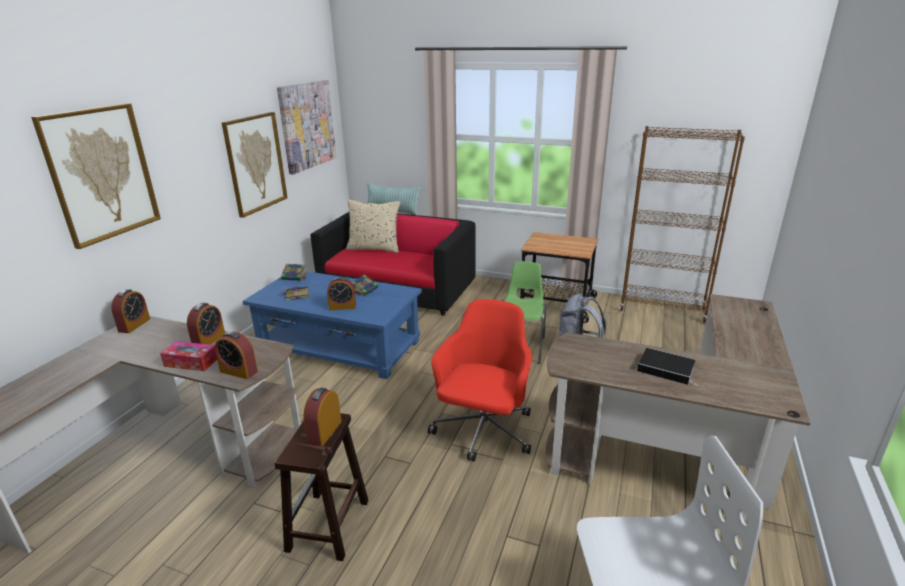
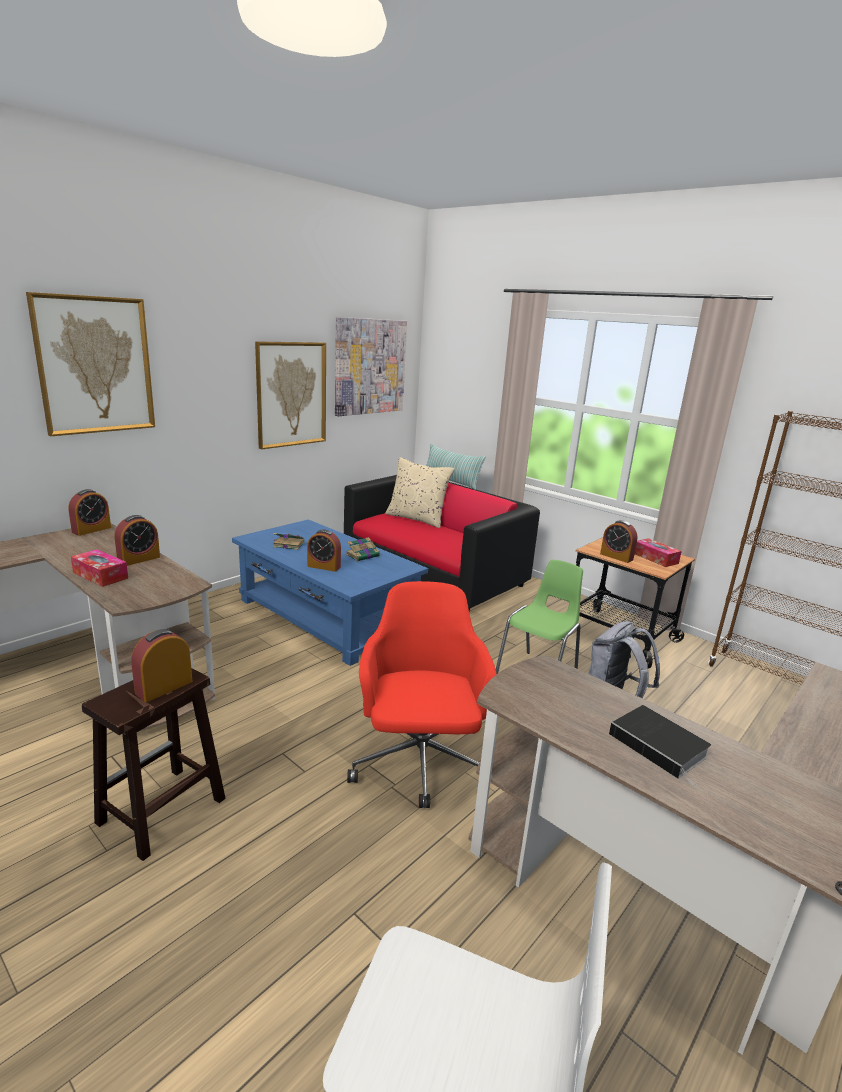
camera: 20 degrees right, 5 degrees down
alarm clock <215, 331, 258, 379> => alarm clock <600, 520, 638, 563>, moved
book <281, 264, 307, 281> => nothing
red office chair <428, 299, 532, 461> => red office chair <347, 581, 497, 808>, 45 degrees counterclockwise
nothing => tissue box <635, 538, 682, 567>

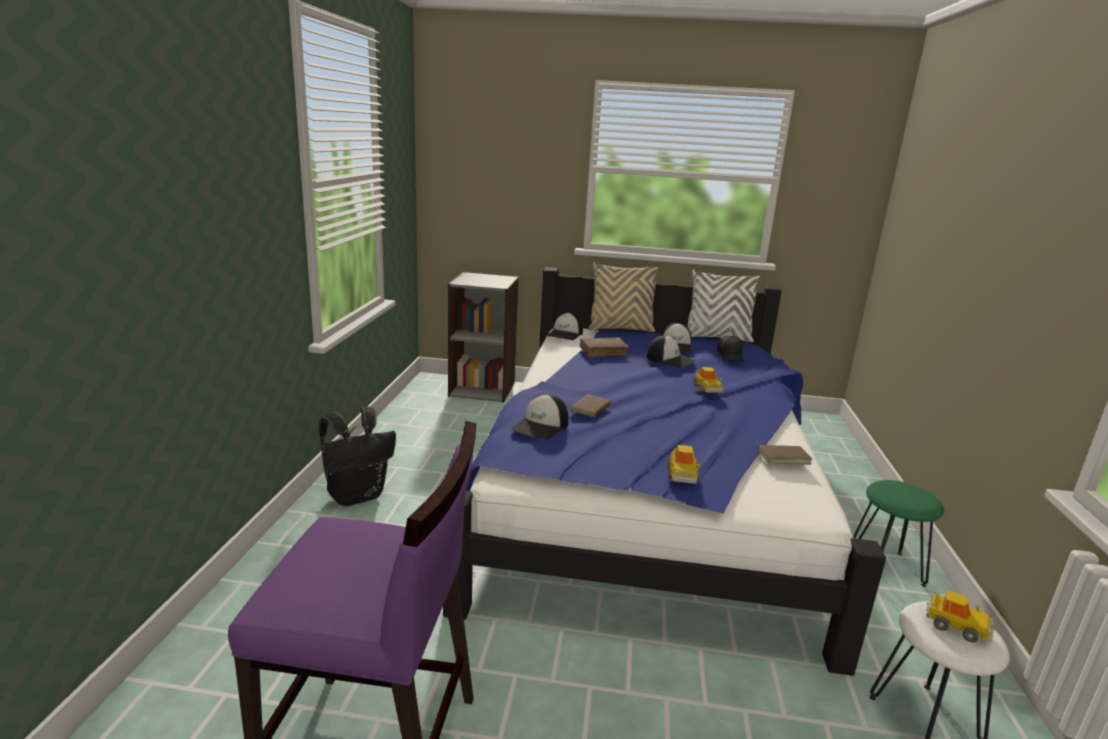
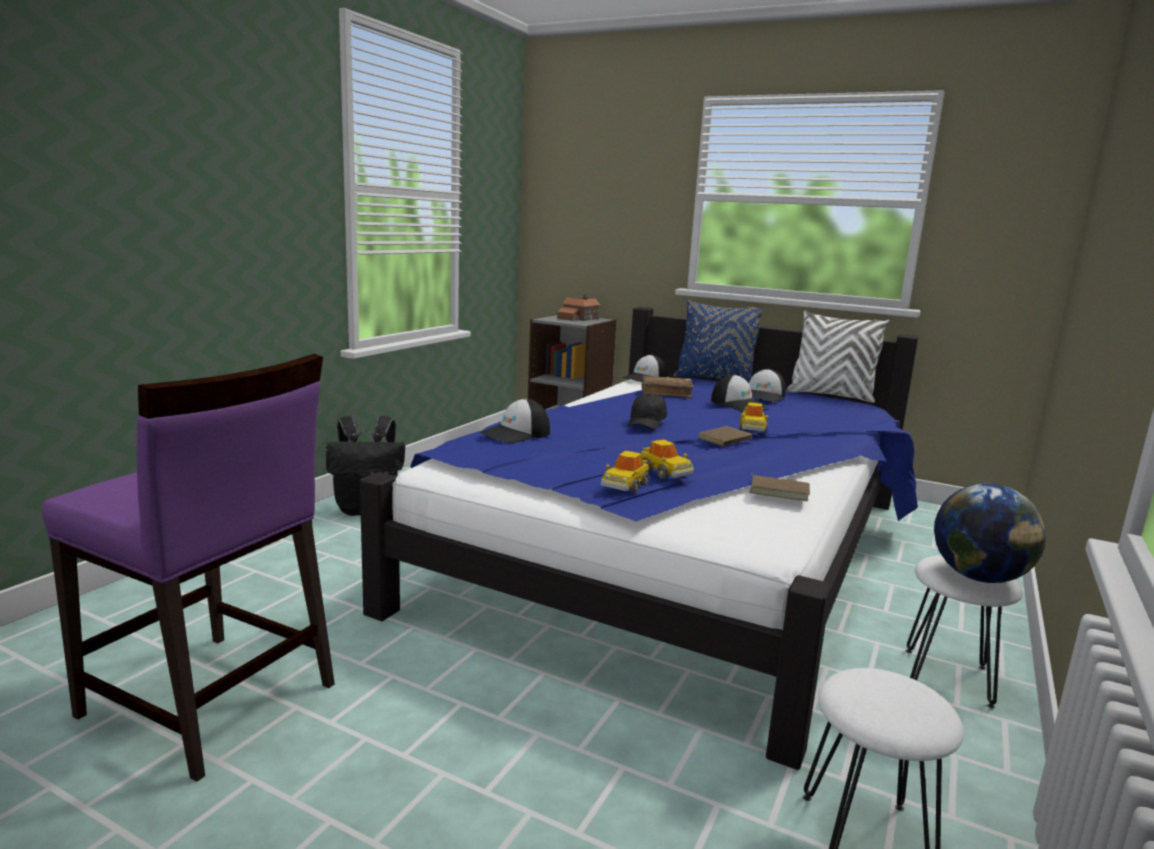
camera: 20 degrees right, 5 degrees down
brown book <570, 394, 619, 417> => brown book <698, 426, 761, 446>, moved
beige pillow <588, 262, 658, 332> => blue pillow <674, 300, 764, 383>
black cap <717, 335, 744, 362> => black cap <628, 394, 667, 430>, moved
green stool <853, 480, 944, 587> => white stool <906, 555, 1023, 708>
toy car <926, 590, 994, 643> => toy car <641, 440, 694, 479>, moved
nothing => toy house <557, 294, 601, 321>
nothing => globe <934, 483, 1046, 583>

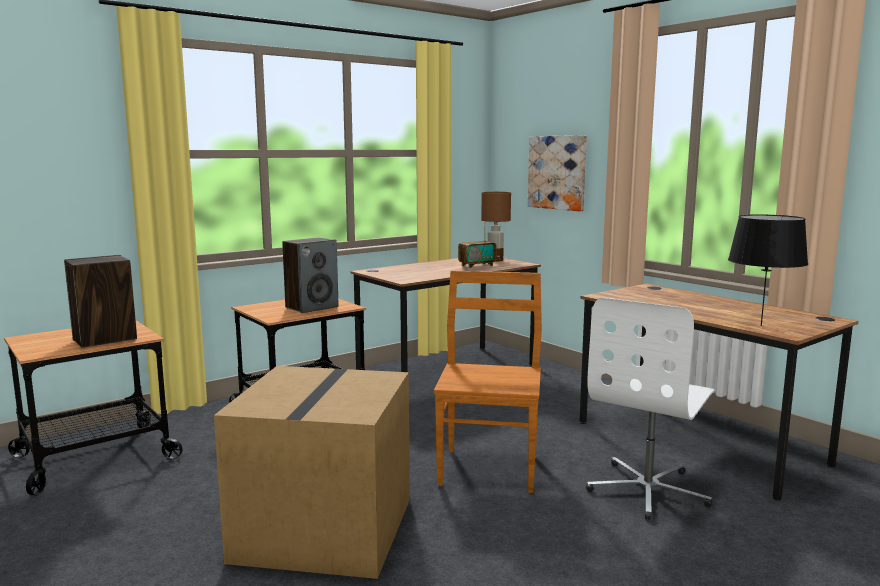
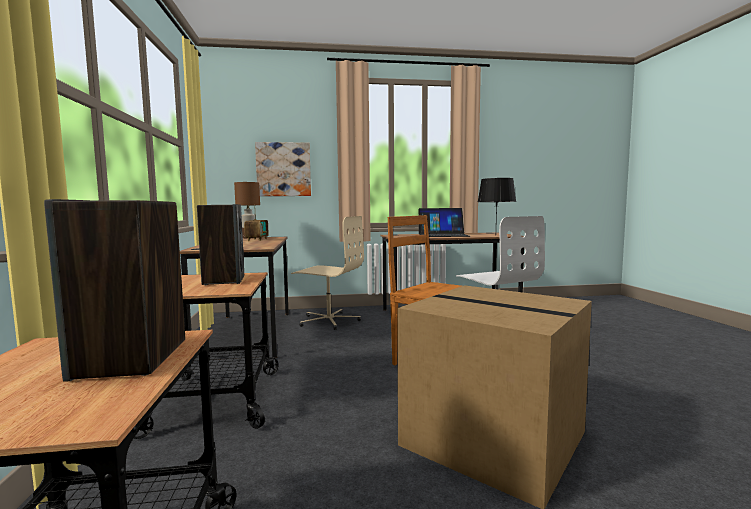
camera: 60 degrees left, 5 degrees down
nothing => beige office chair <291, 216, 364, 330>
nothing => laptop <418, 208, 470, 237>

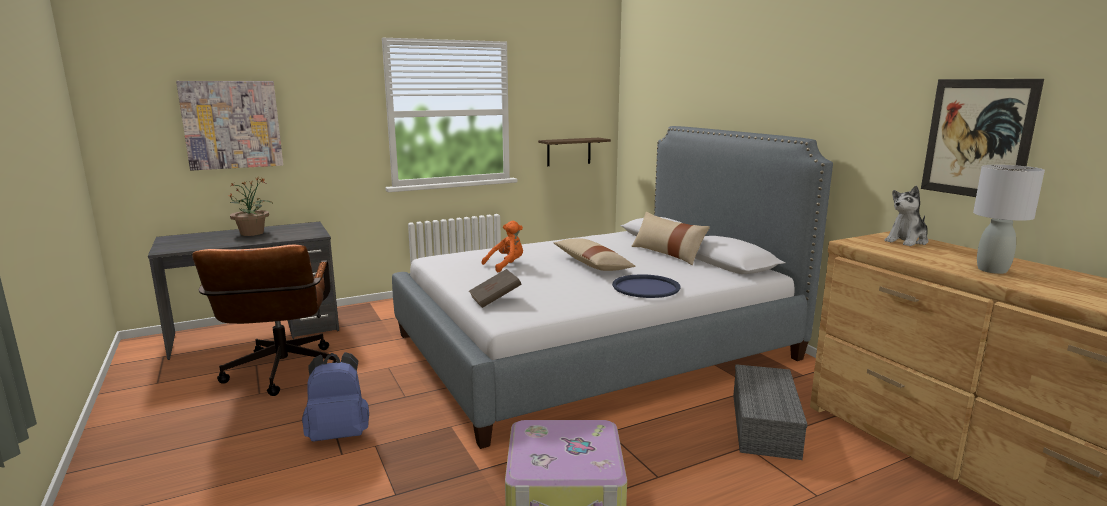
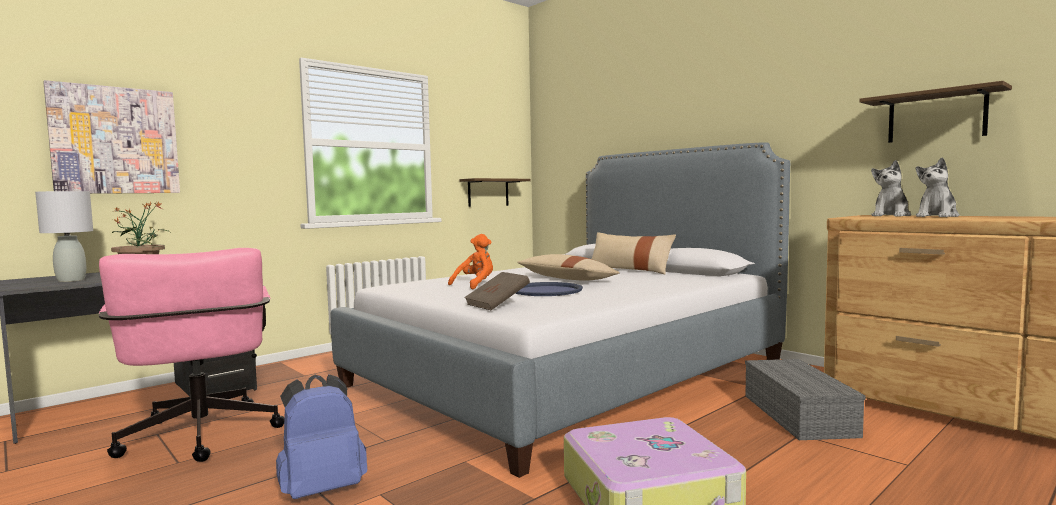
camera: 15 degrees left, 10 degrees down
brown office chair <192, 245, 337, 396> => pink office chair <99, 248, 285, 462>
blue tray <612, 274, 681, 298> => blue tray <515, 282, 583, 296>, moved
picture <921, 79, 1044, 197> => shelf <859, 81, 1012, 143>
grey table lamp <973, 165, 1045, 274> => grey table lamp <35, 191, 93, 282>, moved
nothing => plush toy <916, 158, 959, 217>

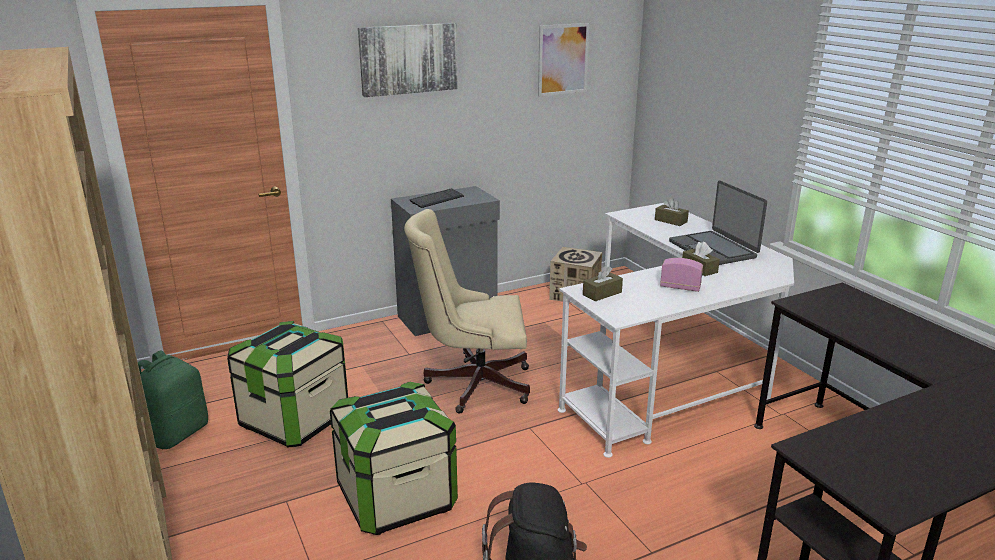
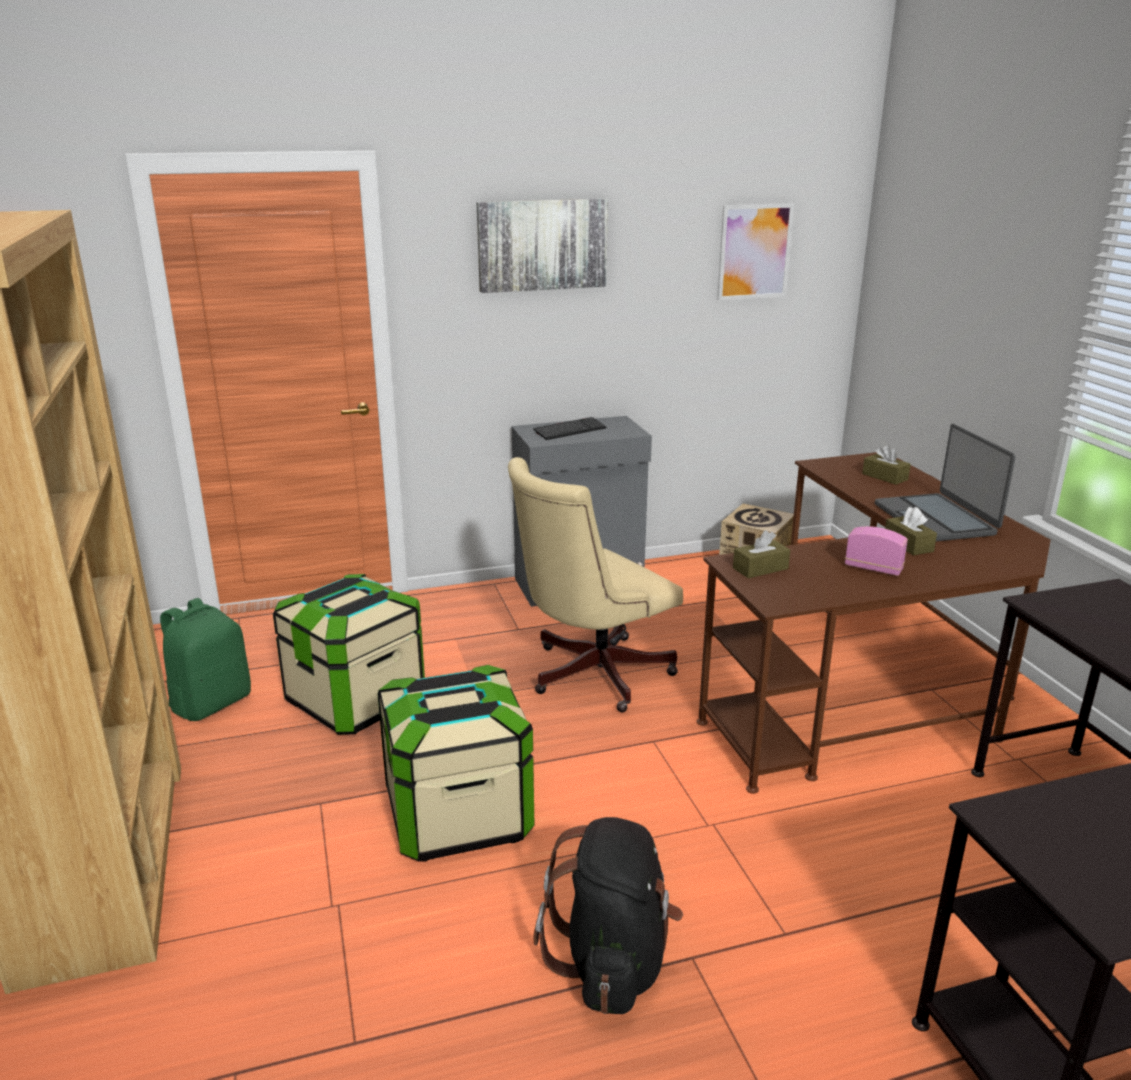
camera: 10 degrees right, 0 degrees up
beige office chair <404, 209, 530, 414> => beige office chair <508, 457, 683, 712>, 45 degrees counterclockwise
white desk <558, 203, 794, 458> => brown desk <696, 452, 1051, 794>

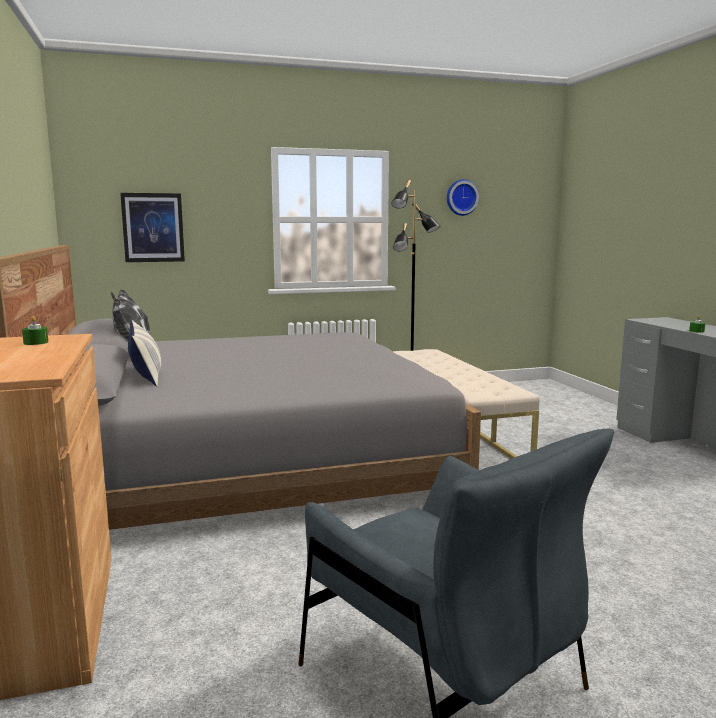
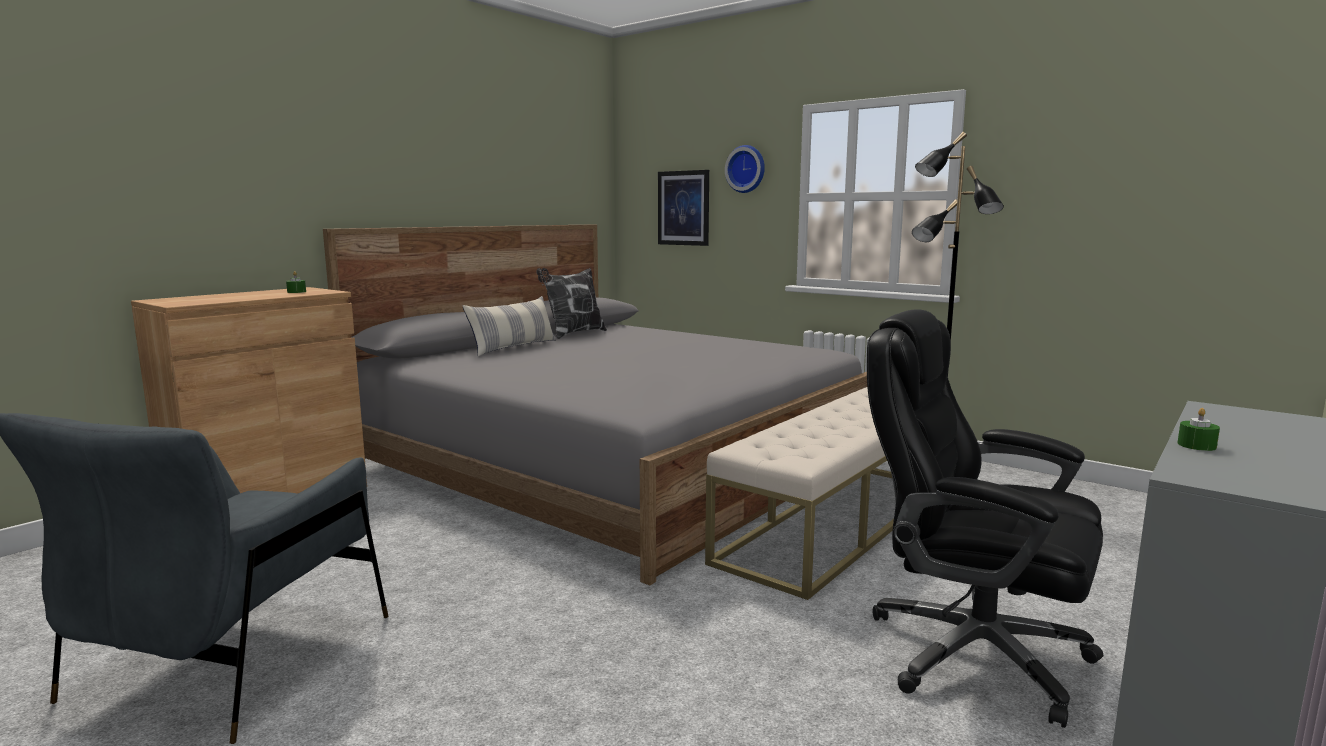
camera: 55 degrees right, 0 degrees up
wall clock <447, 179, 479, 216> => wall clock <725, 145, 765, 193>, moved
nothing => black office chair <867, 310, 1103, 728>

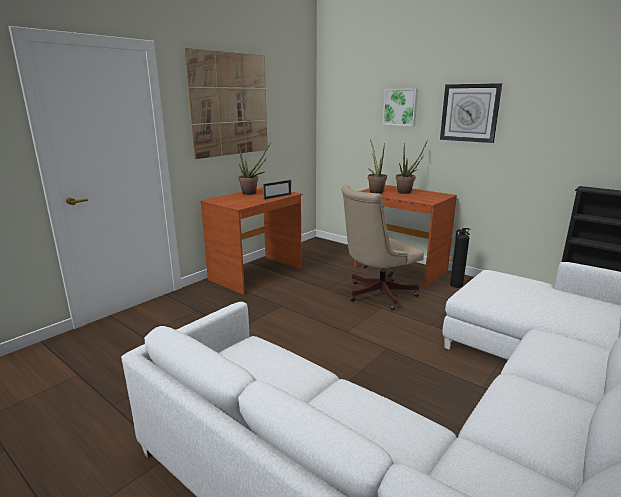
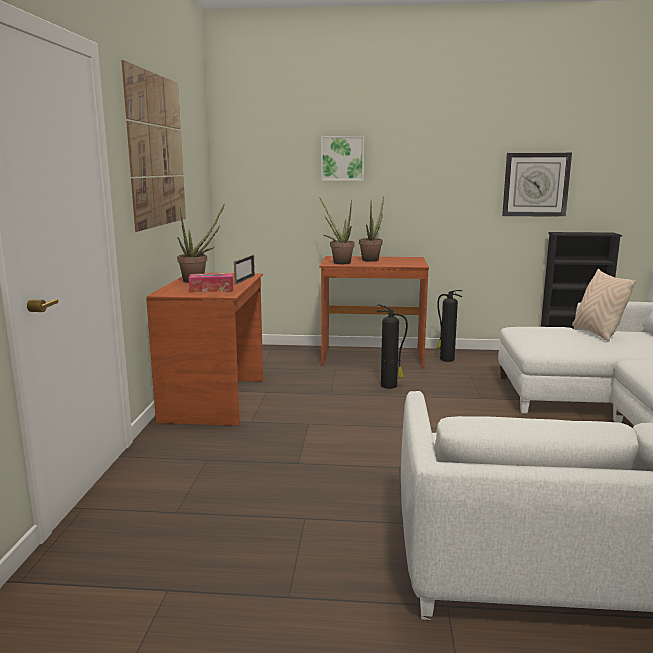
camera: 35 degrees left, 5 degrees down
beige office chair <342, 185, 424, 310> => fire extinguisher <377, 304, 408, 389>
wall clock <440, 83, 502, 143> => wall clock <502, 153, 572, 217>, moved
nothing => tissue box <189, 273, 233, 292>
nothing => beige pillow <572, 269, 636, 341>

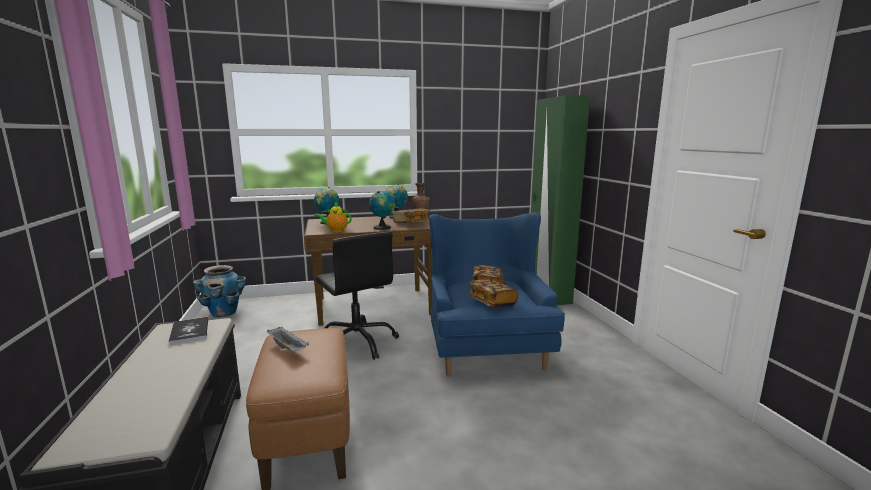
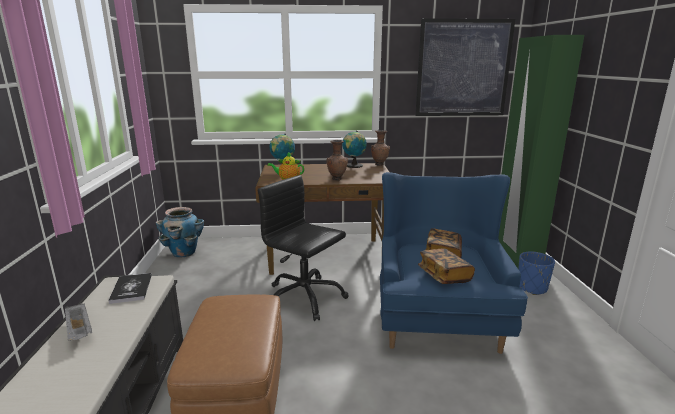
camera: 10 degrees right, 5 degrees up
grey tray <267, 327, 309, 351> => grey tray <65, 303, 92, 341>, moved
black office chair <315, 232, 399, 360> => black office chair <258, 175, 348, 321>, 150 degrees clockwise
globe <369, 191, 395, 230> => brown vase <326, 140, 348, 180>
book <393, 209, 430, 223> => nothing
nothing => picture <415, 18, 515, 116>
nothing => blue planter <518, 252, 555, 295>

